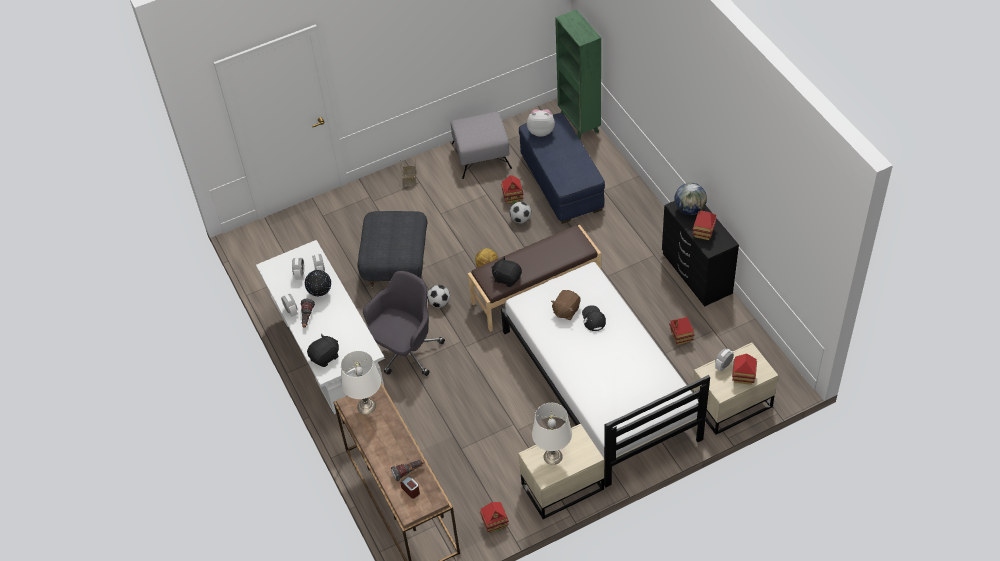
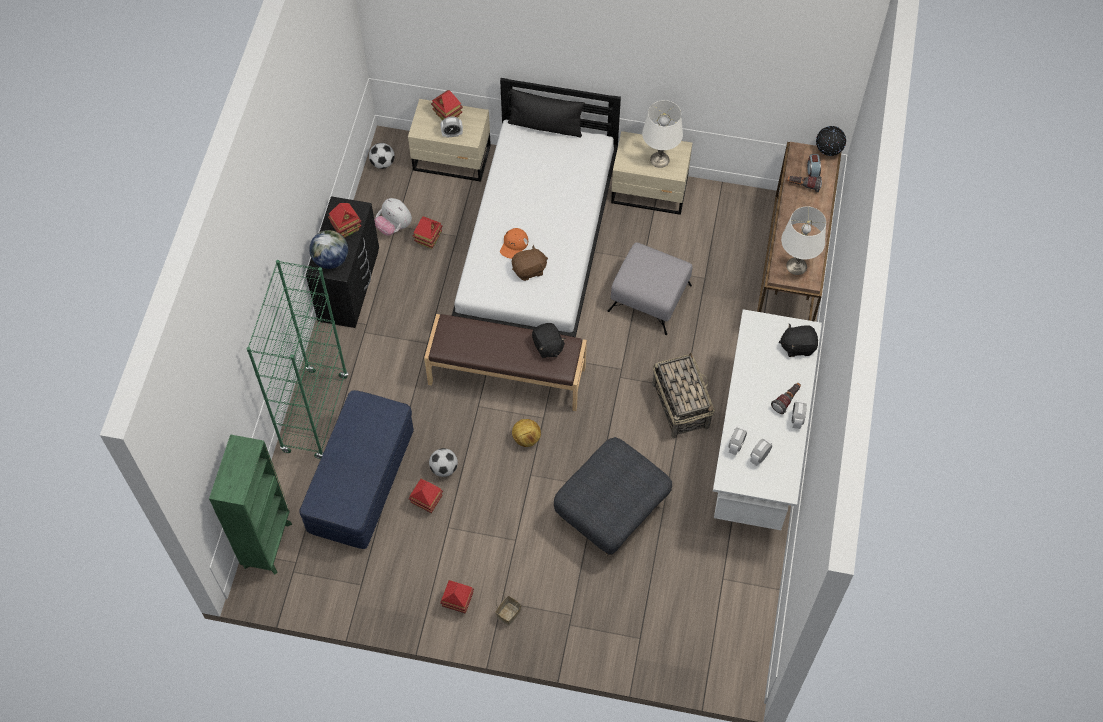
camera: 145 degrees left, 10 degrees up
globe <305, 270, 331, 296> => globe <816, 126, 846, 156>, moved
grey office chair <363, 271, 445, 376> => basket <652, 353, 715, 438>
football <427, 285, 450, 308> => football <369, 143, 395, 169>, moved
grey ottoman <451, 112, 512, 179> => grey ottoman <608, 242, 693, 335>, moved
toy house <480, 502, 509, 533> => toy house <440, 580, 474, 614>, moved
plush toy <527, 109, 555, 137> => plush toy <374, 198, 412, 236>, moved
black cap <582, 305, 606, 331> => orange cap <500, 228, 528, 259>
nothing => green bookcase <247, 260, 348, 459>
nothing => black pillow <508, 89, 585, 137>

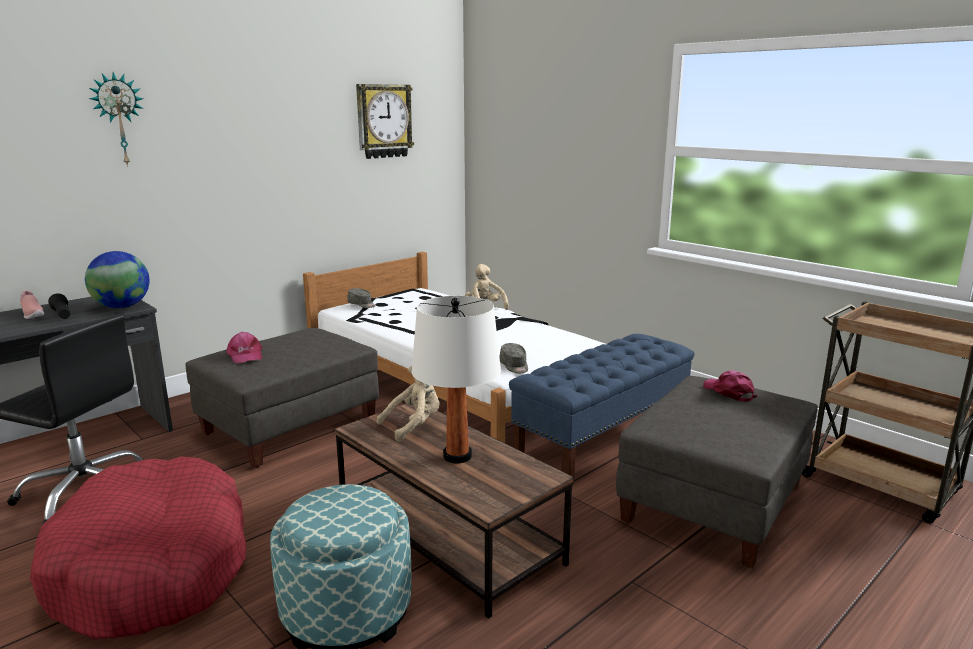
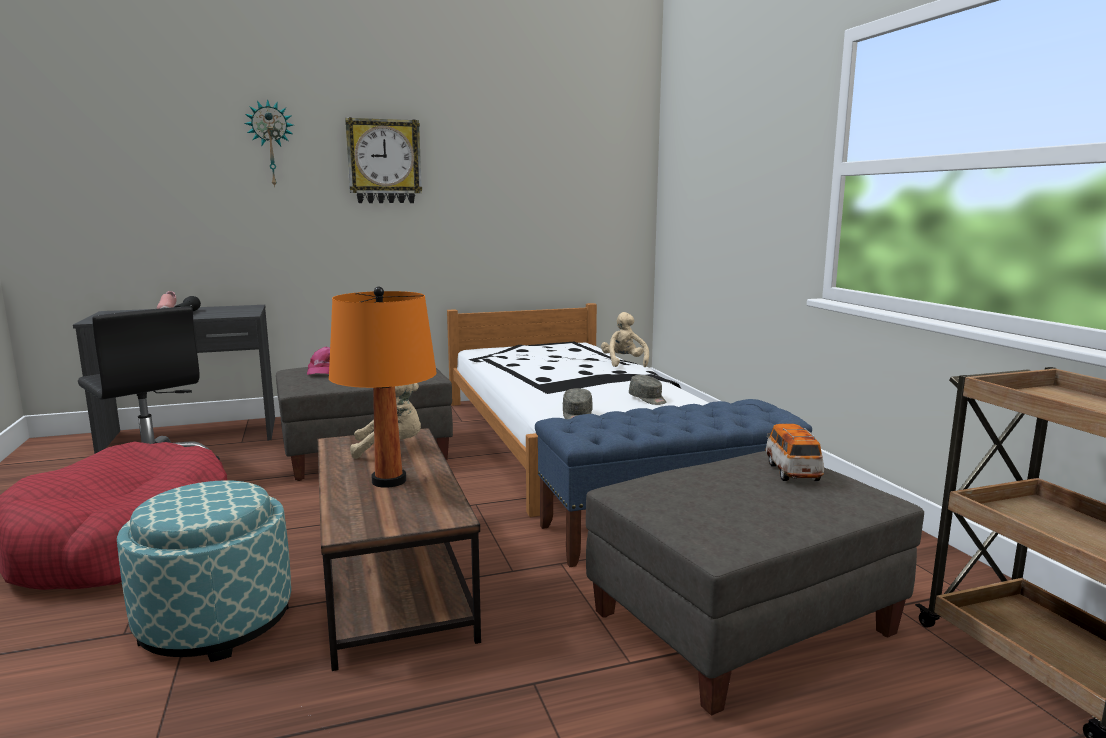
camera: 25 degrees right, 5 degrees down
globe <85, 251, 150, 309> => nothing
grey cap <347, 288, 376, 308> => grey cap <629, 375, 666, 405>, moved
wall clock <356, 84, 414, 159> => wall clock <345, 117, 422, 203>, moved
white table lamp <411, 296, 501, 463> => orange table lamp <329, 287, 437, 488>
pink cap <703, 370, 758, 402> => toy car <765, 424, 824, 481>

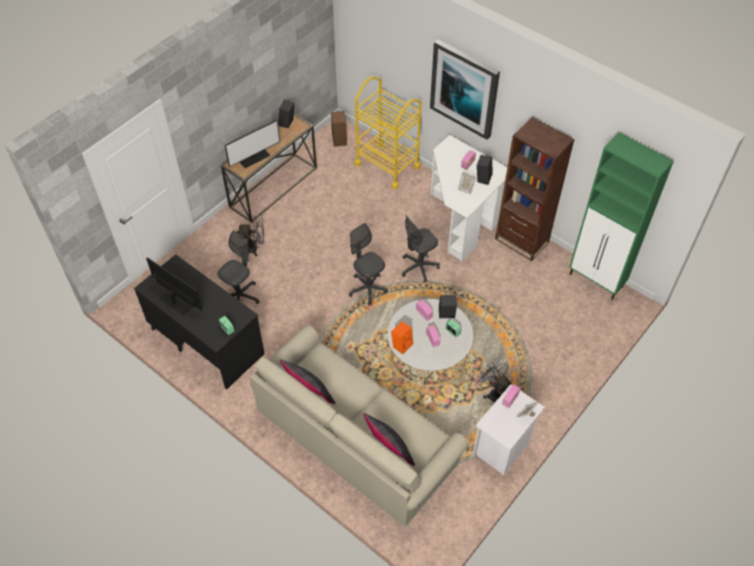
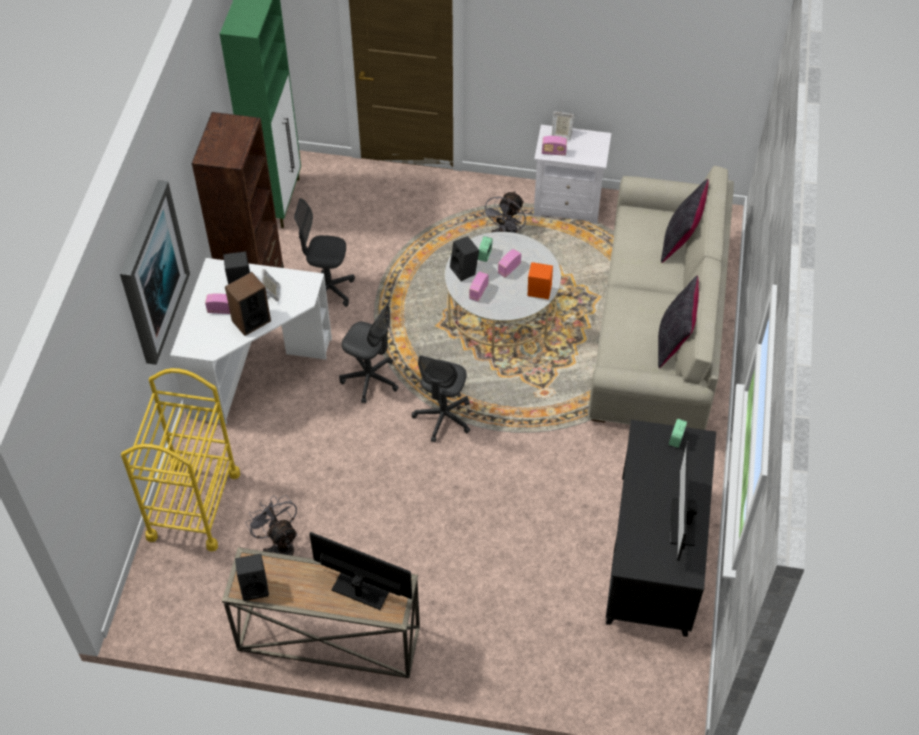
camera: 120 degrees left, 0 degrees up
grey office chair <218, 231, 260, 304> => grey office chair <294, 198, 355, 307>, moved
grey fan <237, 216, 265, 256> => grey fan <246, 495, 298, 556>, moved
speaker <331, 111, 347, 147> => speaker <225, 272, 271, 336>, moved

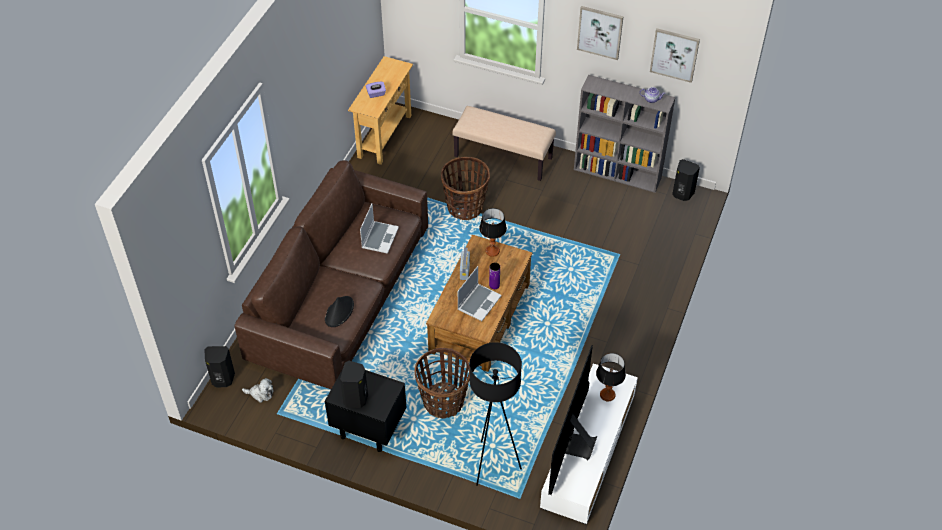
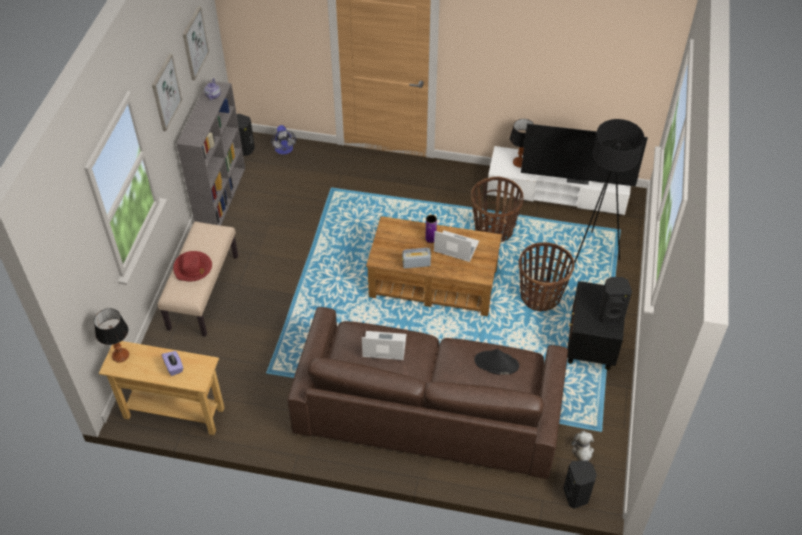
camera: 100 degrees left, 0 degrees up
basket <441, 157, 490, 220> => basket <471, 177, 524, 242>, moved
table lamp <479, 208, 507, 257> => table lamp <94, 308, 129, 363>, moved
nothing => red hat <173, 251, 212, 281>
nothing => fan <271, 125, 296, 154>

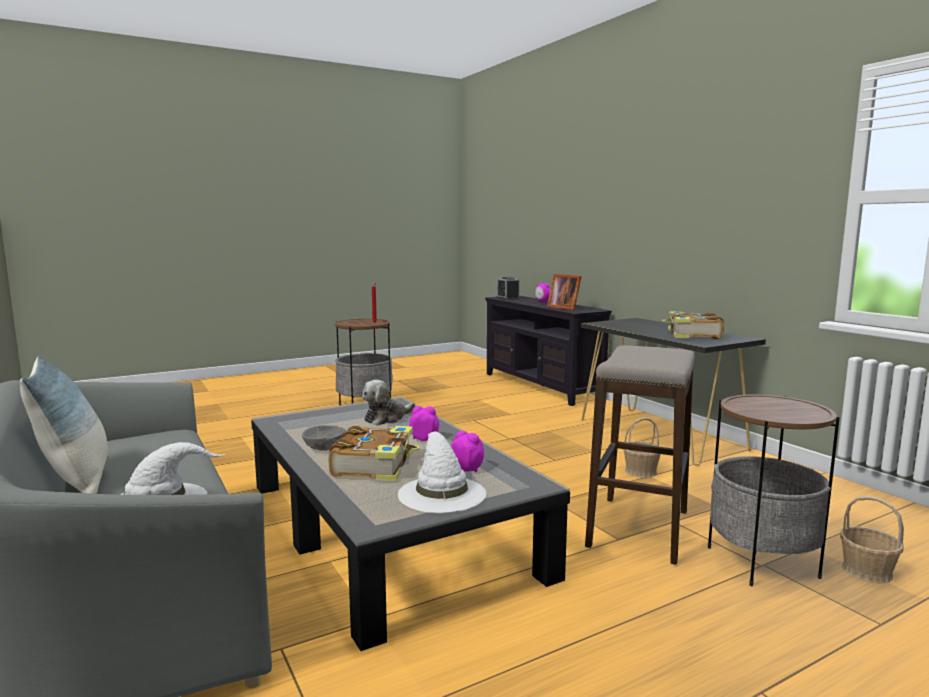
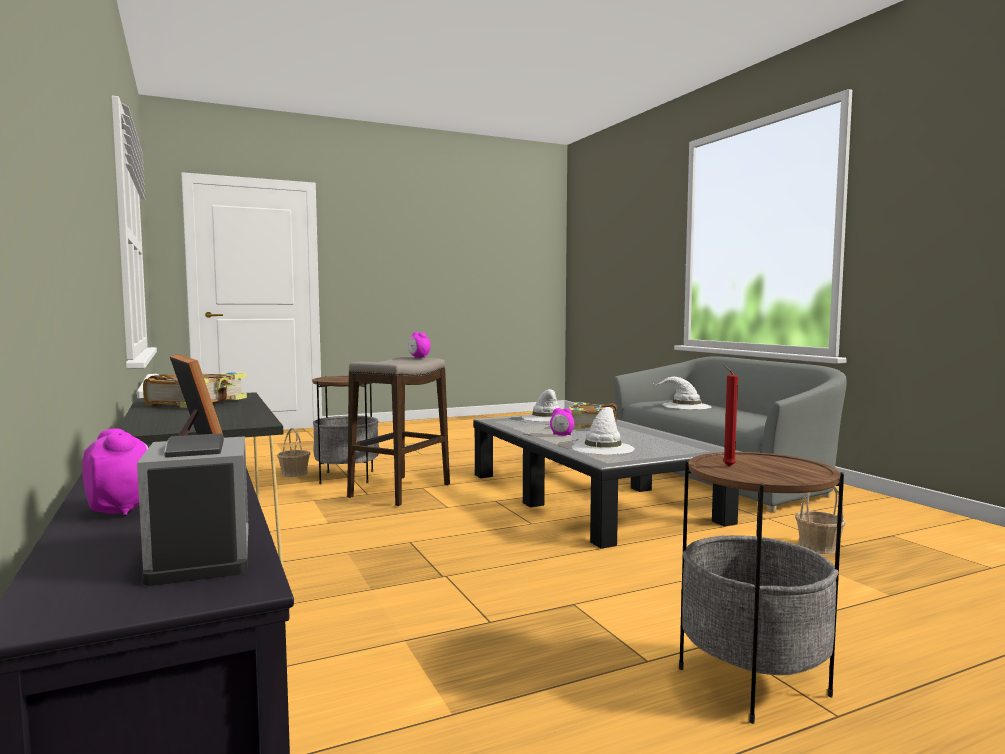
camera: 175 degrees left, 5 degrees down
pillow <20, 356, 108, 494> => nothing
grey bowl <302, 425, 346, 450> => nothing
plush toy <363, 380, 415, 425> => white hat <572, 407, 635, 455>
alarm clock <451, 431, 484, 472> => alarm clock <408, 332, 430, 358>, moved
basket <623, 417, 661, 478> => basket <795, 487, 846, 554>, moved

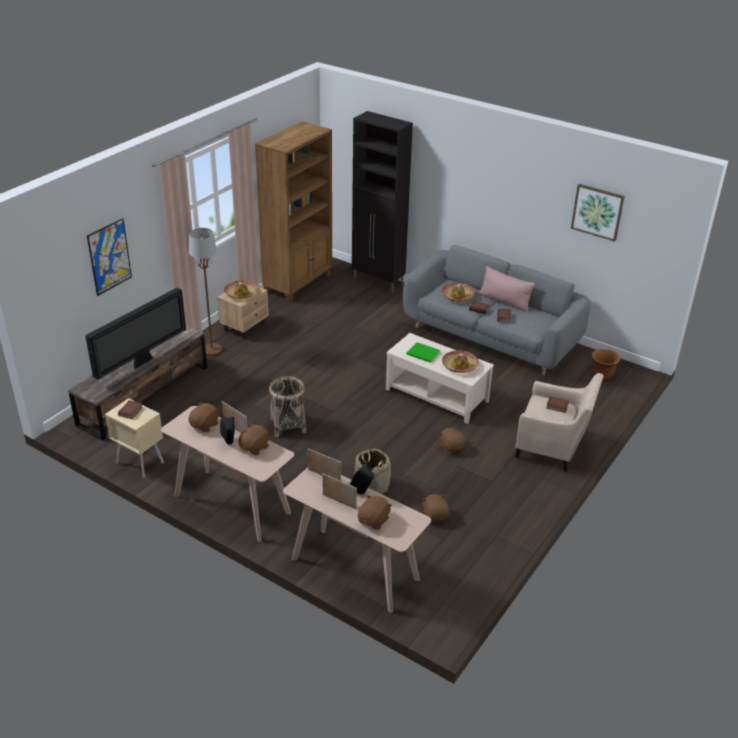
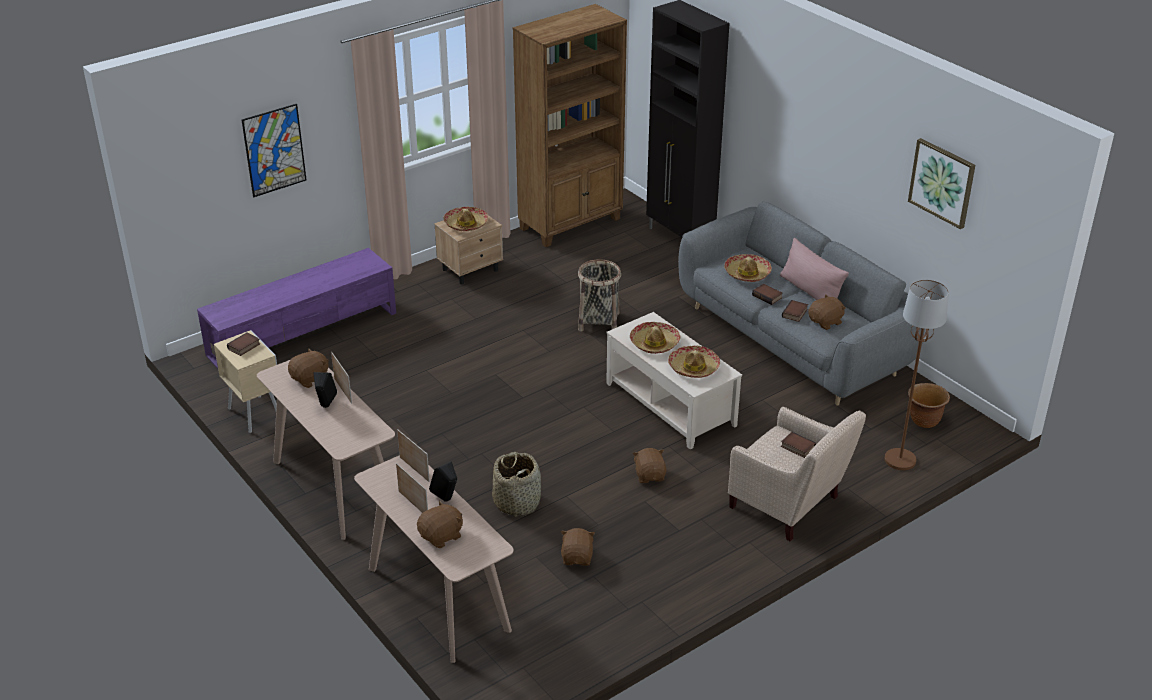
camera: 20 degrees right, 0 degrees up
brown tv stand <68, 326, 207, 441> => purple tv stand <197, 248, 396, 369>
television <85, 288, 186, 379> => nothing
brown floor lamp <189, 228, 222, 356> => brown floor lamp <885, 280, 949, 470>, moved
brown plush toy <238, 423, 270, 455> => brown plush toy <808, 294, 846, 330>, moved
basket <269, 376, 306, 437> => basket <578, 259, 621, 332>, moved
green book <406, 342, 441, 363> => hat <630, 322, 681, 354>

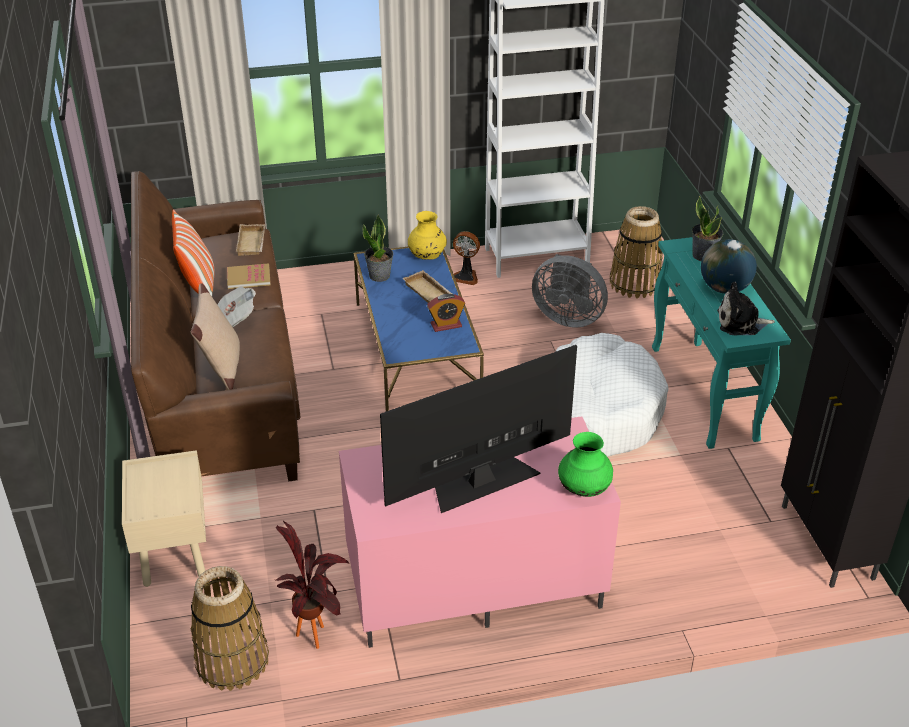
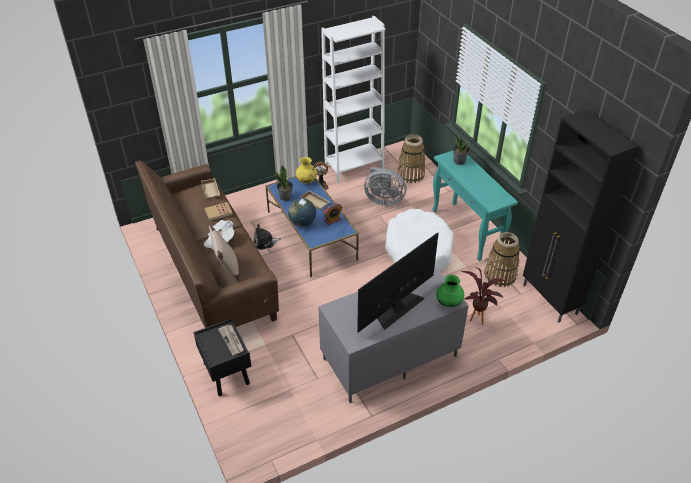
camera: 15 degrees left, 5 degrees up
beige nightstand <122, 450, 206, 587> => black nightstand <193, 318, 252, 396>
pillow <172, 209, 215, 296> => nothing
basket <191, 566, 269, 691> => basket <484, 232, 520, 287>, moved
potted plant <276, 521, 350, 649> => potted plant <461, 267, 506, 325>, moved
pink tv stand <339, 416, 621, 648> => grey tv stand <318, 266, 469, 403>
globe <701, 239, 757, 294> => globe <288, 198, 316, 227>, moved
plush toy <717, 282, 775, 335> => plush toy <254, 224, 281, 250>, moved
nothing => newspaper <218, 325, 244, 355>

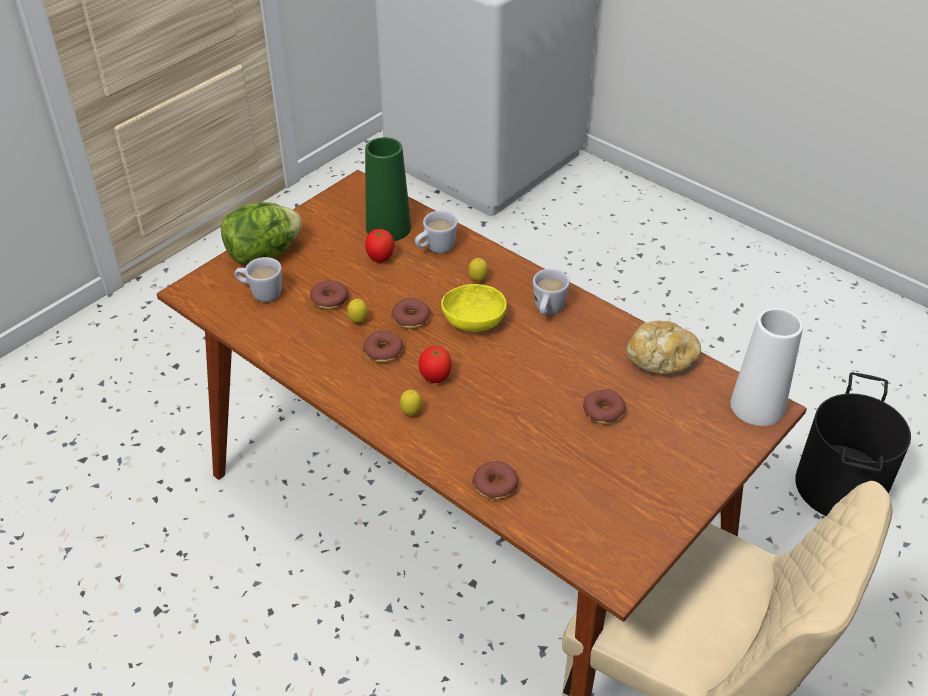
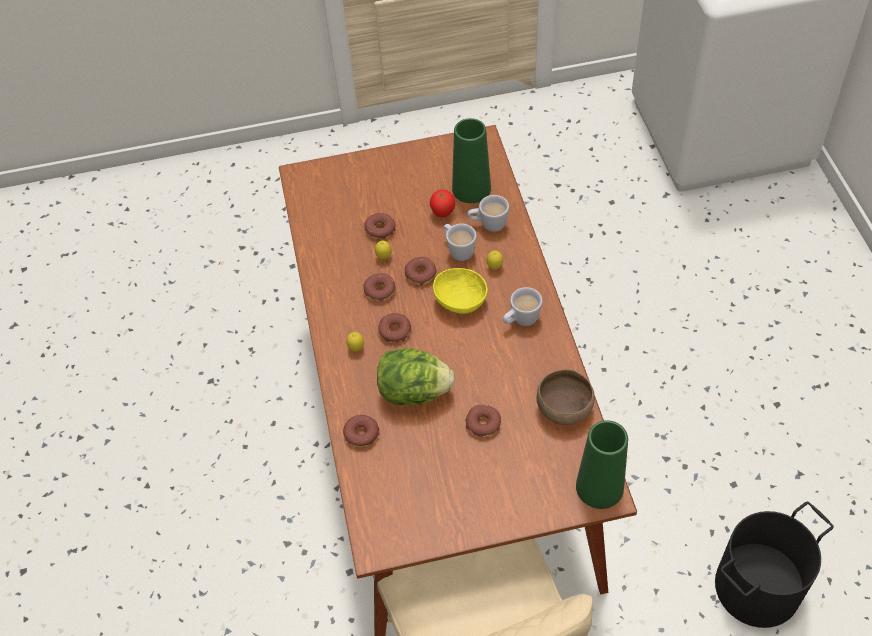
camera: 40 degrees right, 10 degrees up
lettuce <221, 202, 302, 265> => lettuce <377, 348, 455, 405>, moved
white mug <235, 257, 282, 302> => white mug <443, 224, 477, 261>, moved
tomato <419, 346, 452, 383> => donut <378, 313, 411, 343>
bread <626, 321, 701, 375> => brown bowl <537, 369, 595, 425>
white vase <730, 308, 803, 426> => green vase <576, 420, 628, 509>

